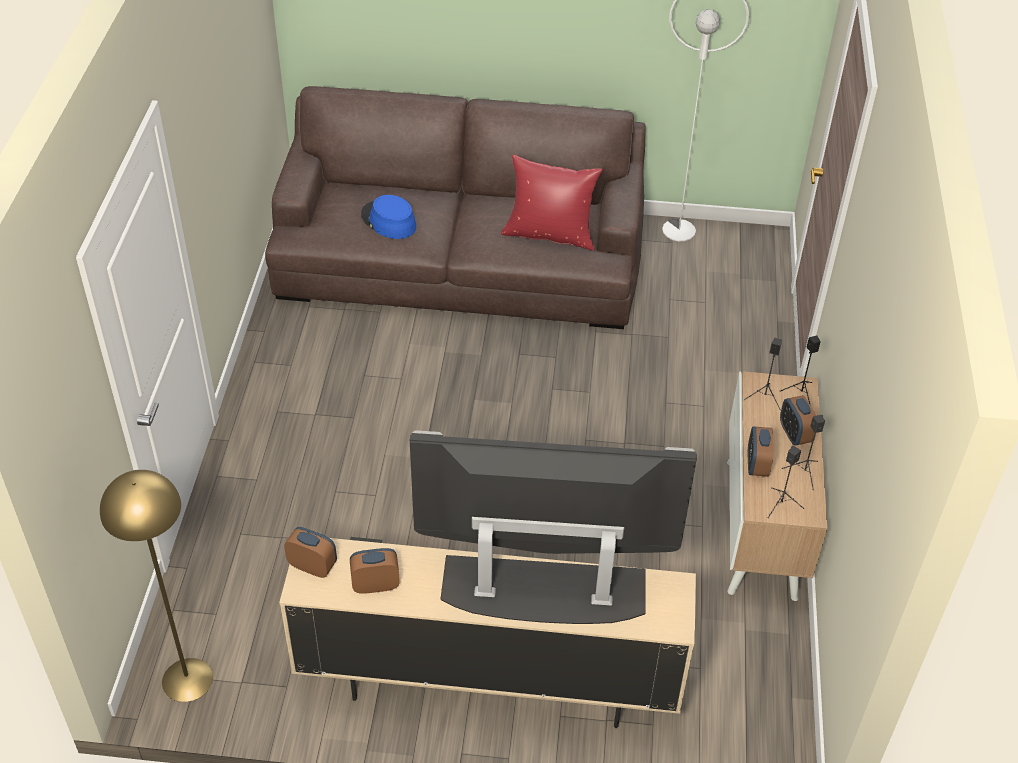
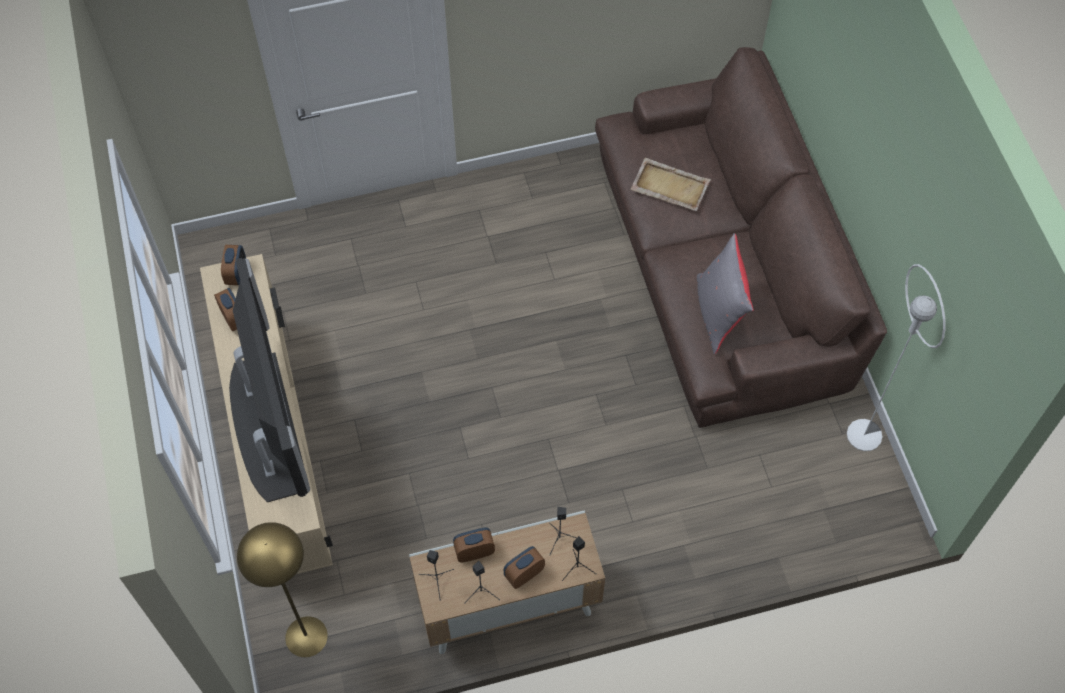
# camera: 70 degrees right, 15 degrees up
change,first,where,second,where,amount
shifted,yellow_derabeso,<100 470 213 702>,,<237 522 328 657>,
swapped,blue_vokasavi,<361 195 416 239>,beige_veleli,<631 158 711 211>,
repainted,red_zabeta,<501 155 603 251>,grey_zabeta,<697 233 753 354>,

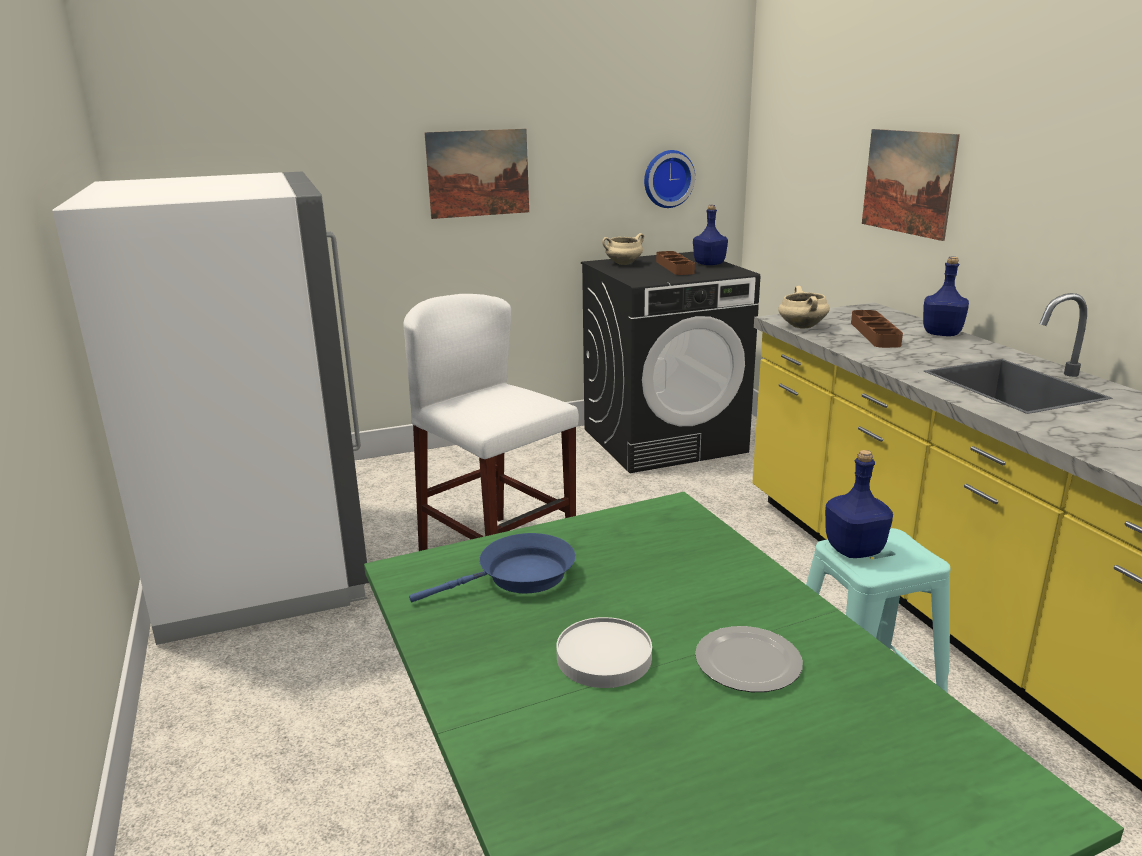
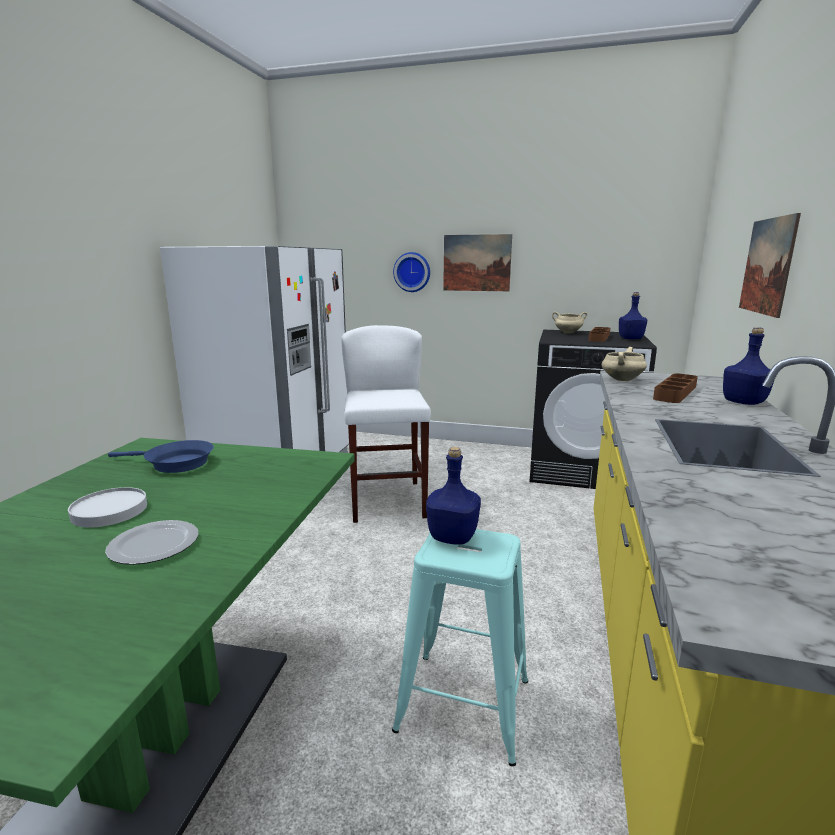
# camera: 35 degrees right, 5 degrees down
change,first,where,second,where,amount
shifted,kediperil,<644 150 695 208>,,<393 252 430 292>,

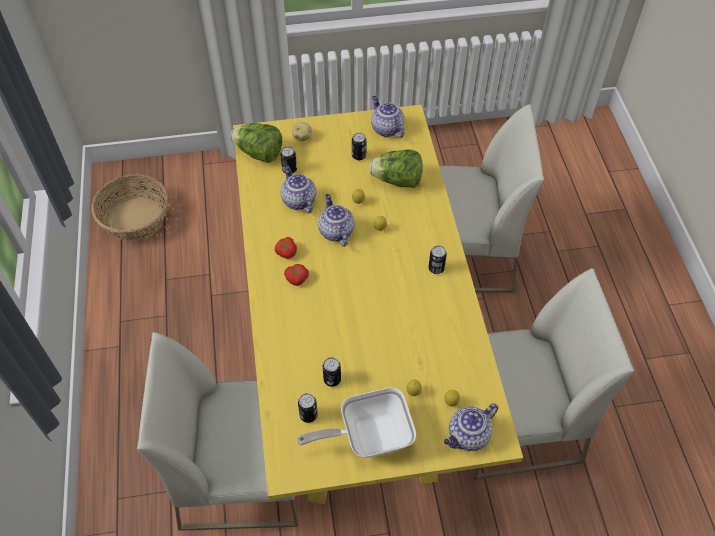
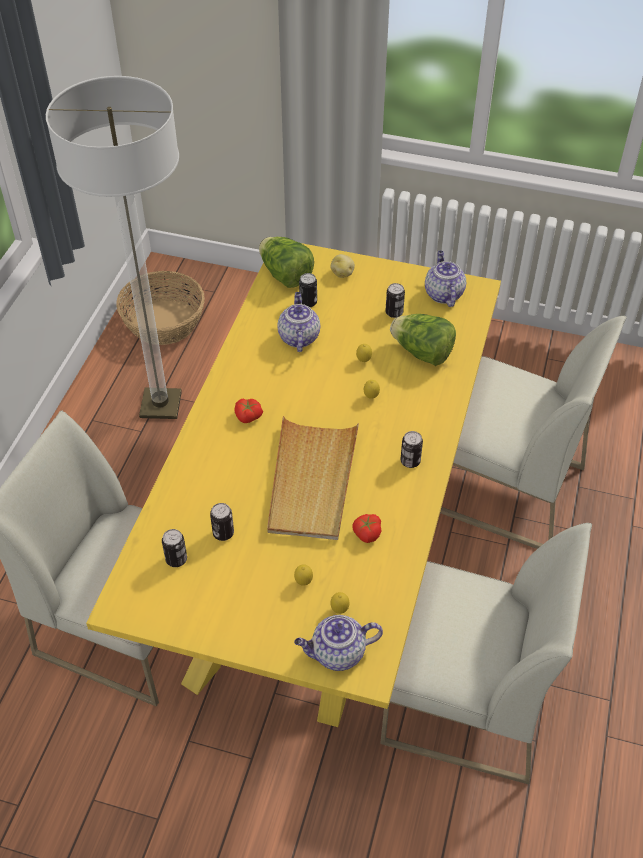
# camera: 25 degrees right, 5 degrees down
change,first,where,second,where,amount
new,,,derabeso,<46 76 182 419>,
new,,,beige_veleli,<267 416 359 540>,
shifted,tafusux,<275 237 297 259>,,<352 514 381 543>,
gone,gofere,<297 387 416 458>,,,
gone,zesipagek,<318 194 355 247>,,,

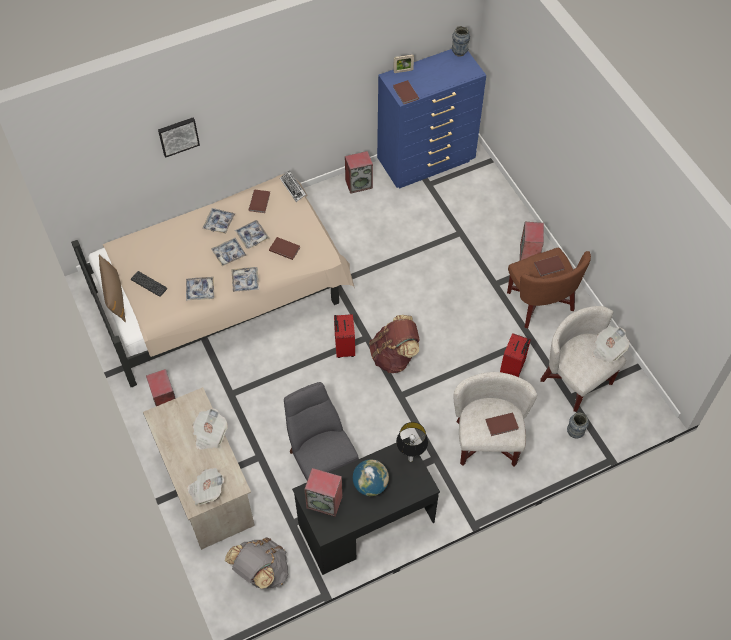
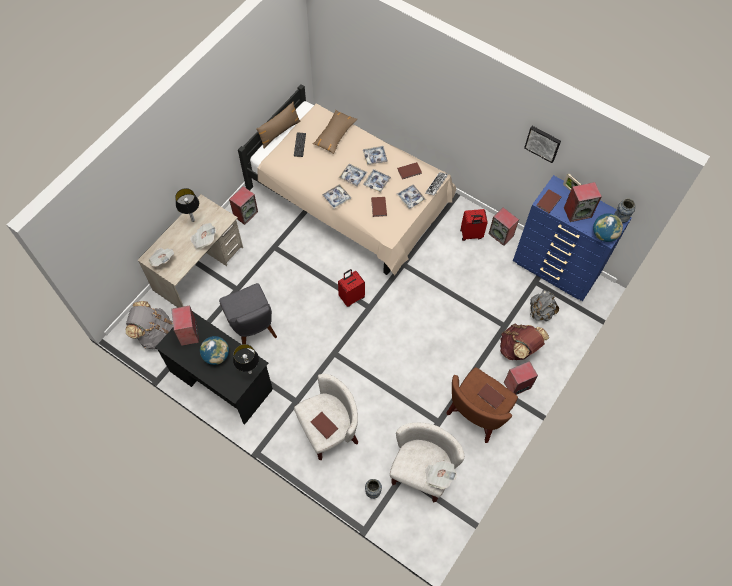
# camera: 60 degrees right, 5 degrees up
change,first,where,second,where,amount
new,,,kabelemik,<175 188 199 222>,
rotated,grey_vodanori,<284 382 359 480>,,<219 283 277 344>,120 degrees clockwise
new,,,brown_zabeta,<313 110 357 154>,
shifted,veleli,<186 277 214 301>,,<397 185 426 209>,
shifted,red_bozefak,<500 333 531 377>,,<460 209 488 241>,
shifted,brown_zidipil,<369 315 420 373>,,<500 324 549 360>,
shifted,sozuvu,<158 117 200 158>,,<524 126 561 163>,
new,,,grey_zidipil,<530 290 559 321>,
new,,,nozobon,<564 182 602 222>,
new,,,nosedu,<593 213 623 242>,

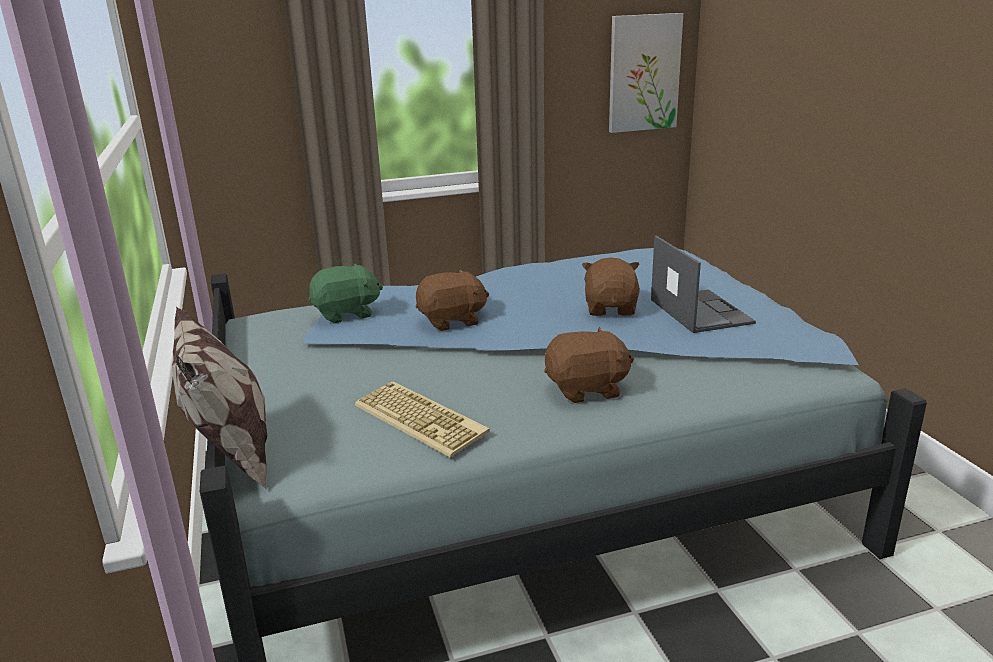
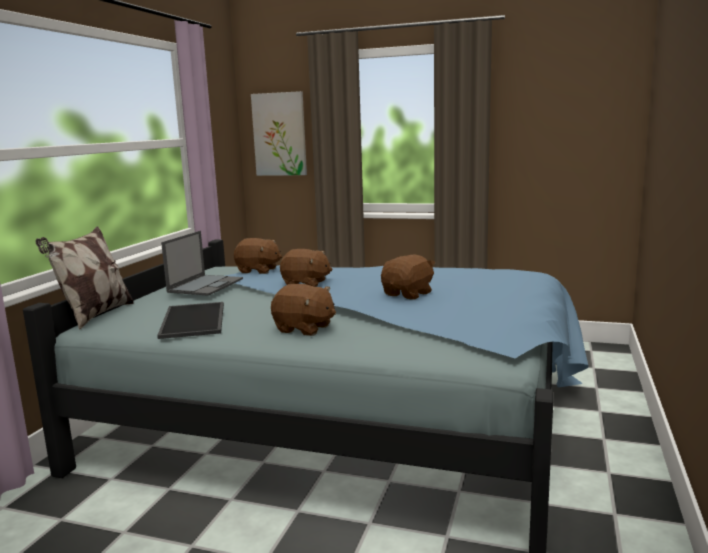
# camera: 35 degrees right, 10 degrees down
change,first,where,second,where,amount
swapped,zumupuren,<355 381 490 457>,veleli,<157 302 224 339>,
shifted,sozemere,<651 235 756 333>,,<161 231 243 296>,
repainted,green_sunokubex,<309 263 383 323>,brown_sunokubex,<234 238 282 274>,
shifted,sozuvu,<609 13 683 133>,,<251 91 307 176>,

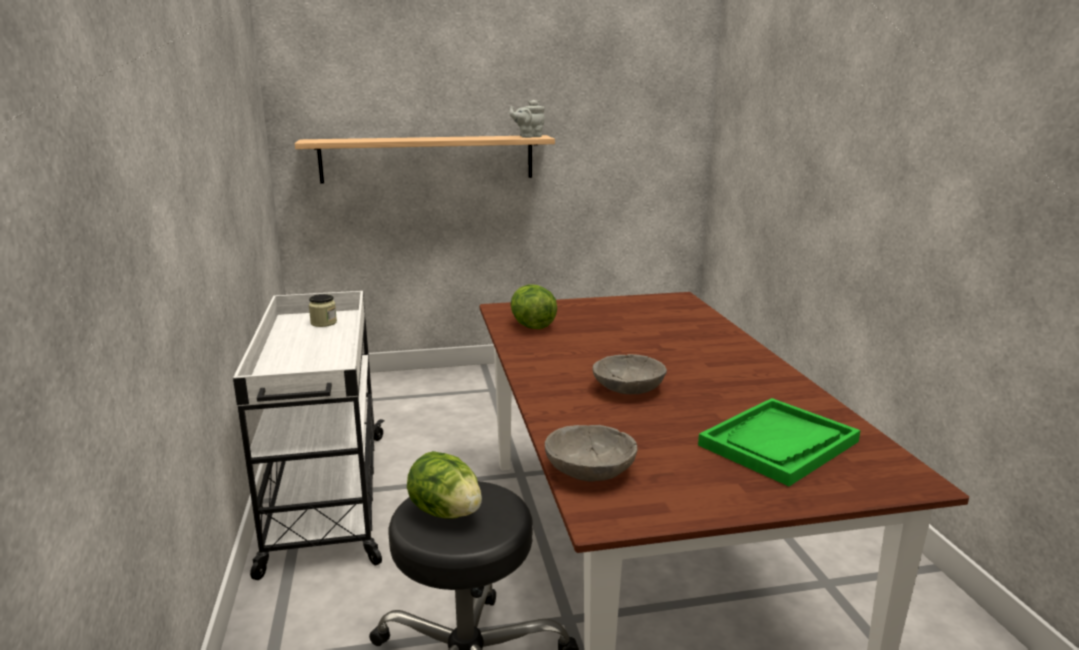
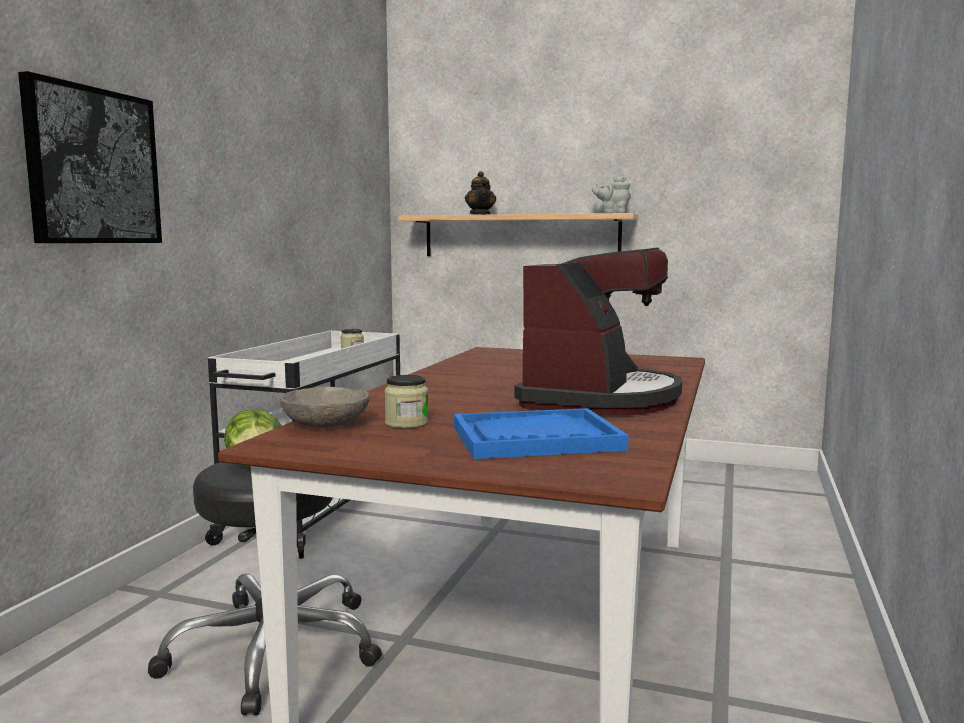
# camera: 30 degrees right, 10 degrees down
change,first,where,second,where,amount
new,,,sozuvu,<18 71 162 243>,
new,,,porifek,<384 375 428 428>,
repainted,green_veleli,<698 398 861 486>,blue_veleli,<454 408 629 459>,
new,,,zesipagek,<465 171 496 215>,
new,,,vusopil,<514 248 682 416>,
gone,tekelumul,<510 284 557 329>,,,
gone,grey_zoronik,<592 354 667 394>,,,

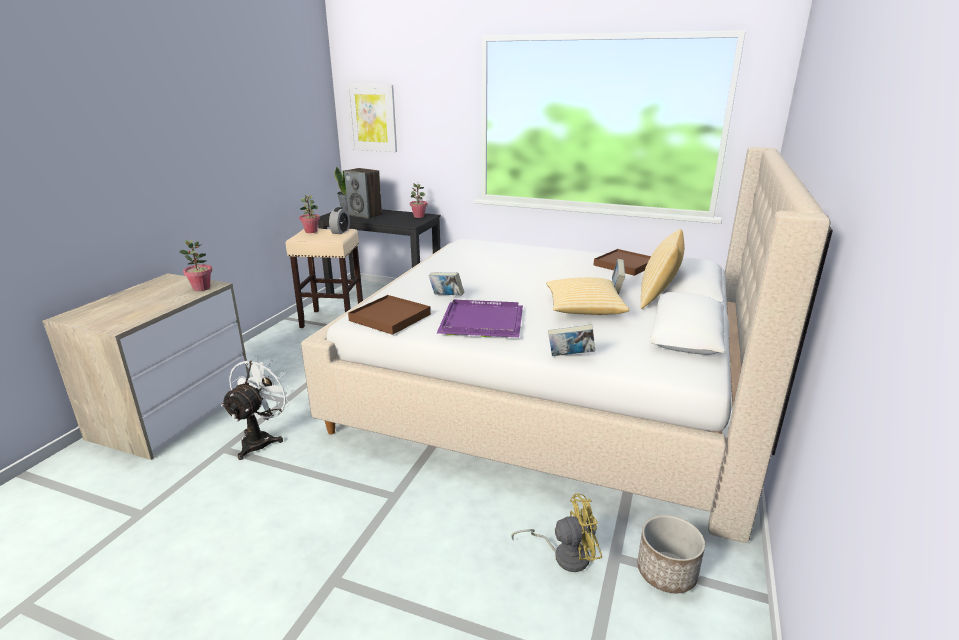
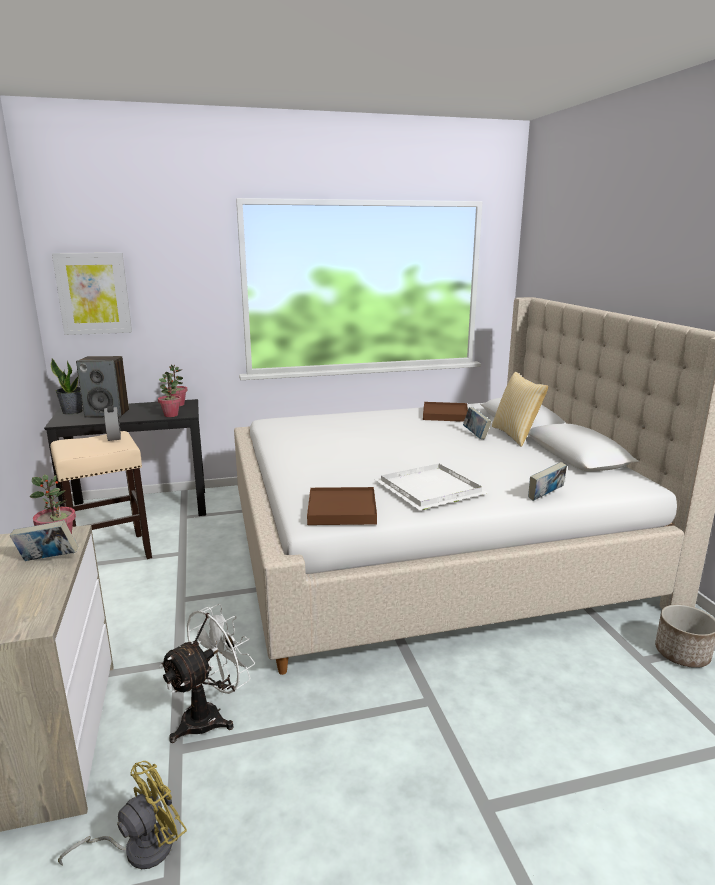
# camera: 35 degrees left, 5 degrees down
change,first,where,second,where,amount
shifted,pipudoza,<428 272 464 296>,,<10 520 78 561>,
shifted,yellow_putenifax,<511 493 602 572>,,<58 761 187 869>,
shifted,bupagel,<299 195 320 233>,,<158 373 181 417>,
rotated,white_putenifax,<221 355 293 460>,,<159 604 255 743>,60 degrees clockwise
repainted,purple_veleli,<437 300 523 338>,white_veleli,<375 463 489 510>,
gone,zabeta,<546 277 629 315>,,,

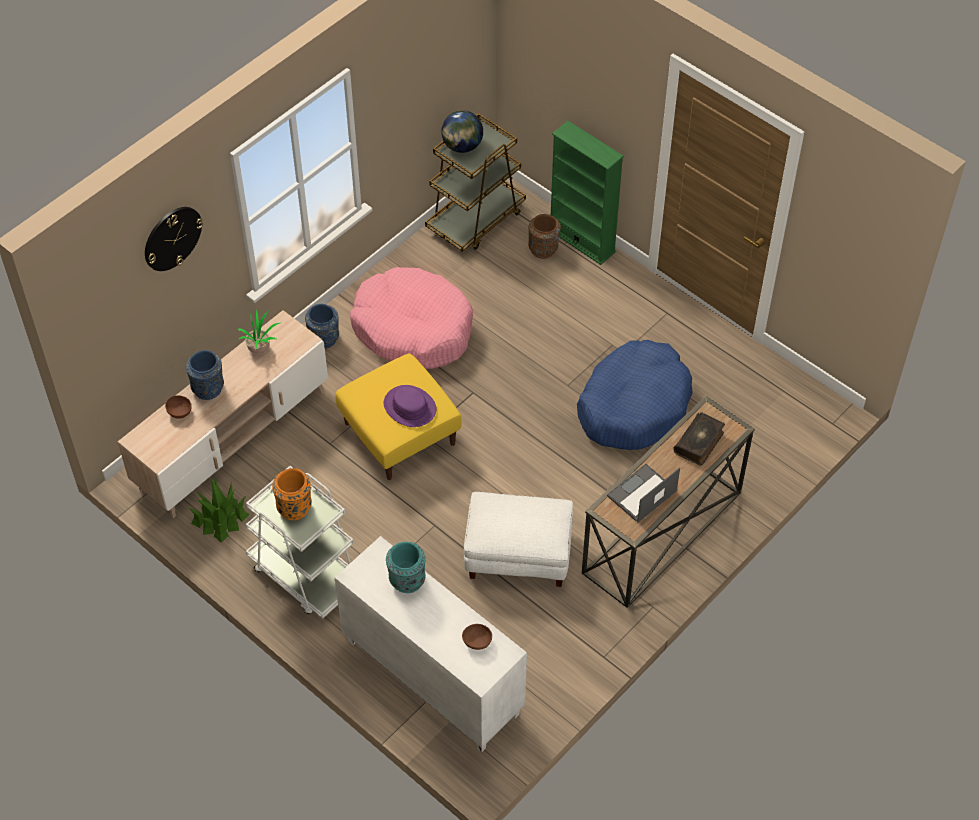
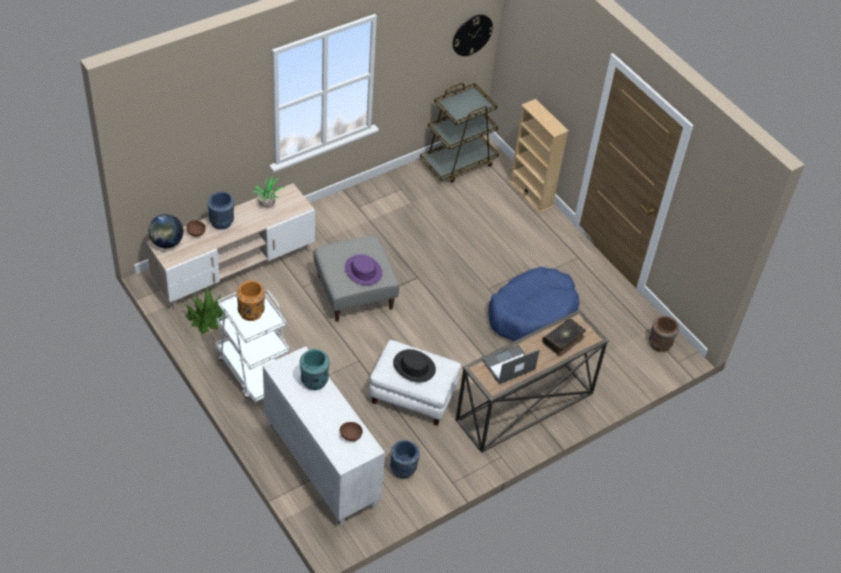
# camera: 10 degrees right, 5 degrees down
change,first,where,second,where,amount
shifted,nosedu,<441 110 483 153>,,<149 214 183 248>,
repainted,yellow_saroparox,<335 354 461 480>,grey_saroparox,<313 235 399 322>,
shifted,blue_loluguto,<305 304 339 349>,,<390 440 420 478>,
new,,,black_vokasavi,<393 349 436 383>,
shifted,kediperil,<145 207 203 271>,,<453 15 493 56>,
repainted,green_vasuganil,<551 121 624 265>,beige_vasuganil,<509 99 569 214>,
shifted,brown_loluguto,<528 214 561 259>,,<649 316 679 352>,
gone,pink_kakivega,<350 267 473 369>,,,

